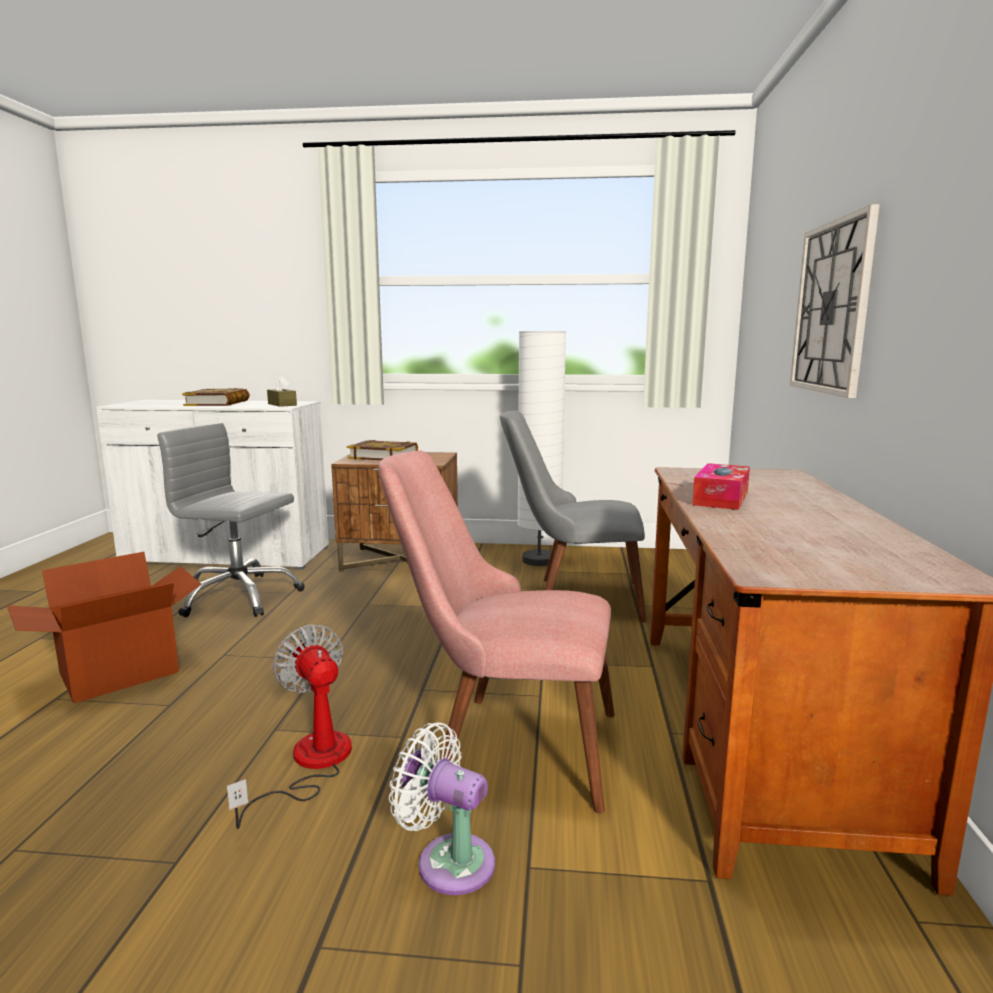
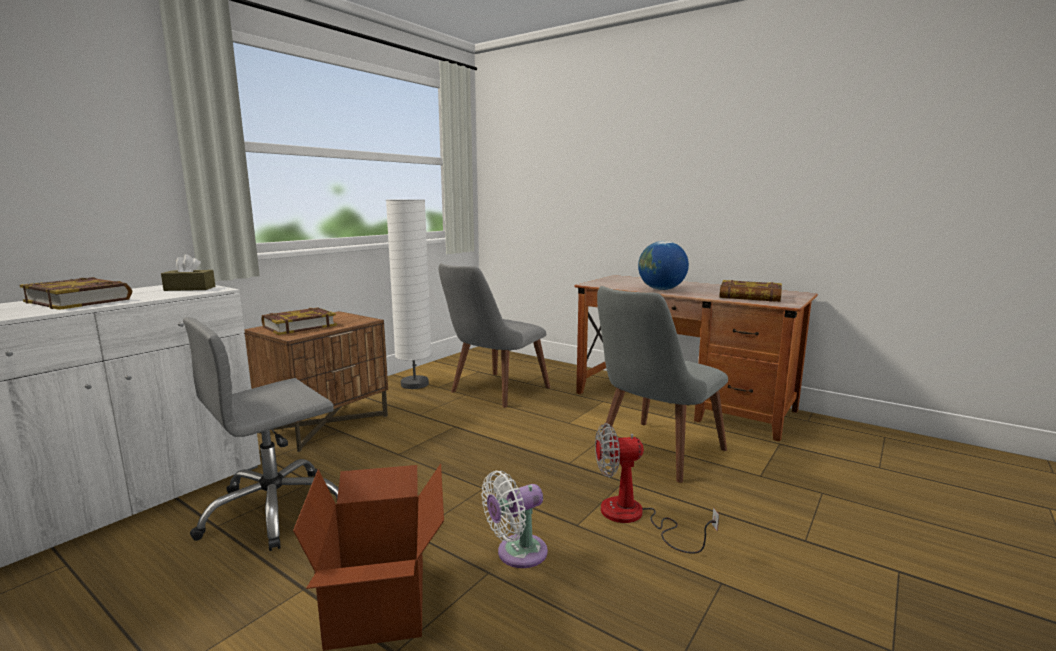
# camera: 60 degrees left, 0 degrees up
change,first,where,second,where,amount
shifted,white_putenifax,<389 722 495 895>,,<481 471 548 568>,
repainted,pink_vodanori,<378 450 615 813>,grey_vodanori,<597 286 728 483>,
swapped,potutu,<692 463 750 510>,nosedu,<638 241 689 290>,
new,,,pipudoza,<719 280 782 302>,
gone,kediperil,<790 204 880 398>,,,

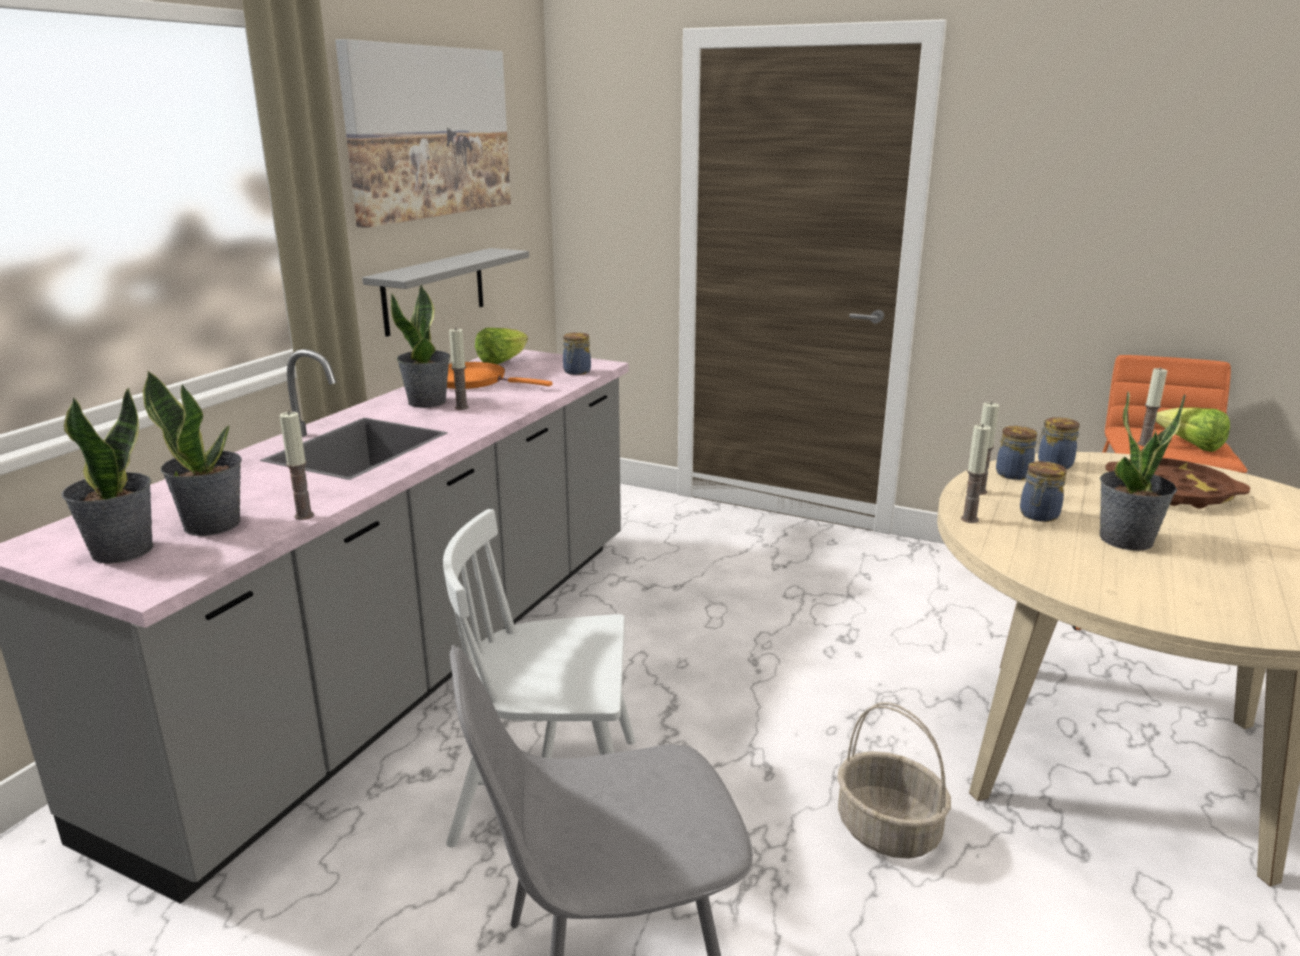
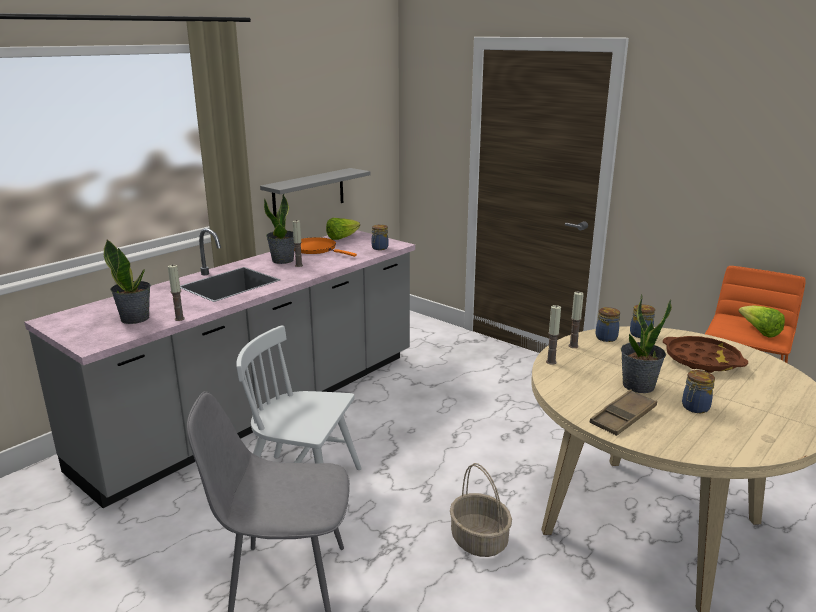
# camera: 15 degrees right, 0 degrees up
change,first,where,second,where,amount
new,,,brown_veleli,<590 389 657 436>,
shifted,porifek,<1020 461 1067 522>,,<682 370 715 413>,
gone,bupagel,<62 388 154 564>,,,
gone,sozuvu,<335 39 511 228>,,,
gone,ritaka,<1137 367 1167 446>,,,

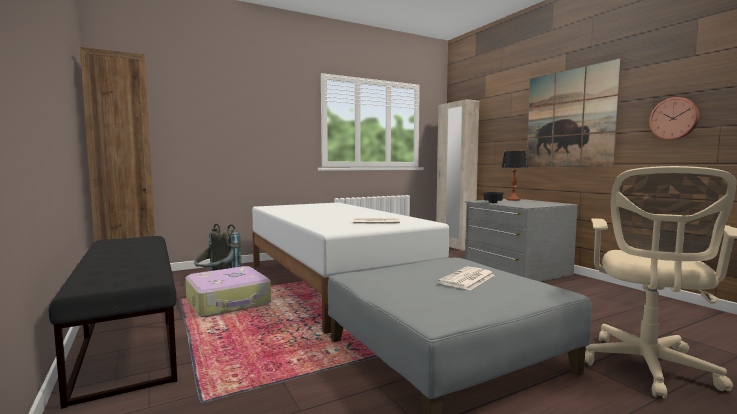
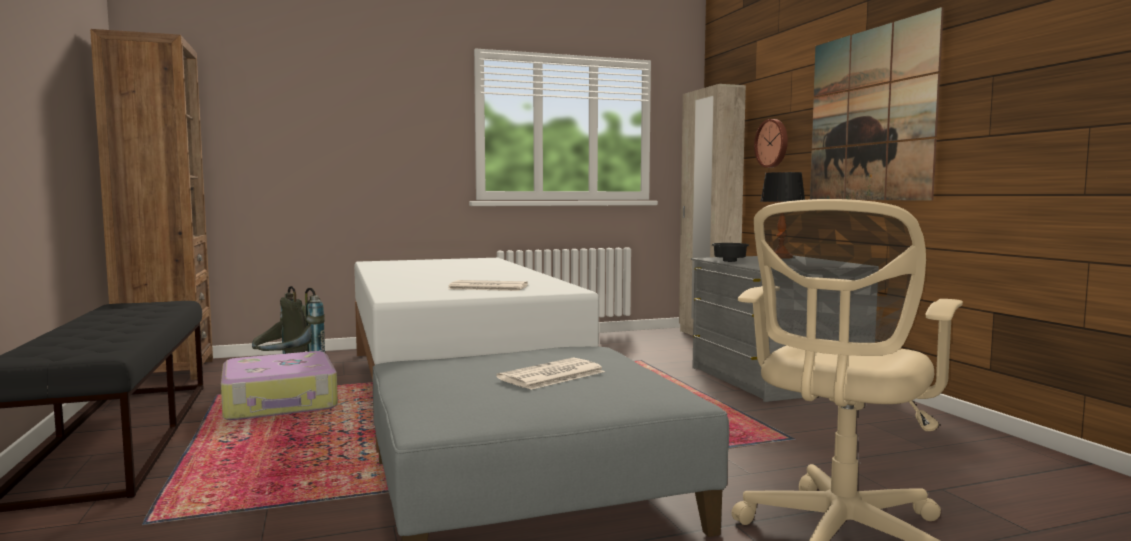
# camera: 10 degrees right, 0 degrees up
change,first,where,second,where,amount
shifted,kediperil,<649 97 699 140>,,<754 119 788 168>,

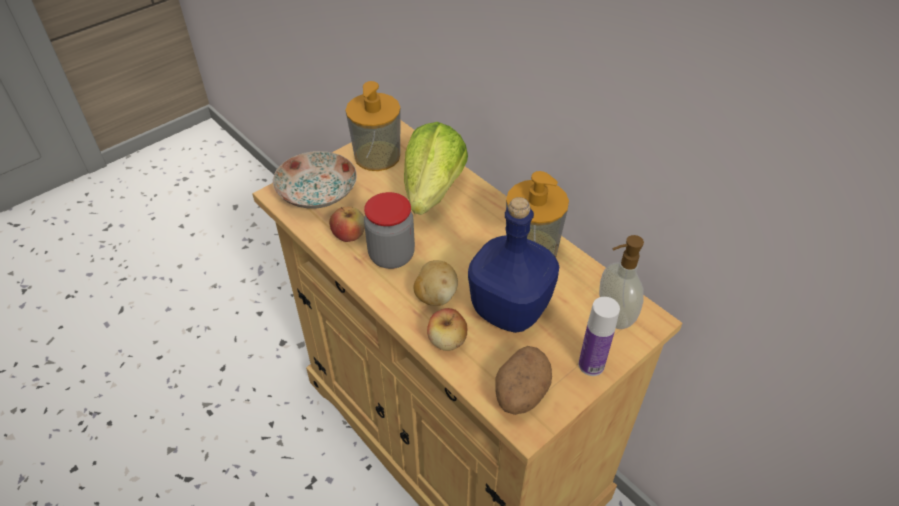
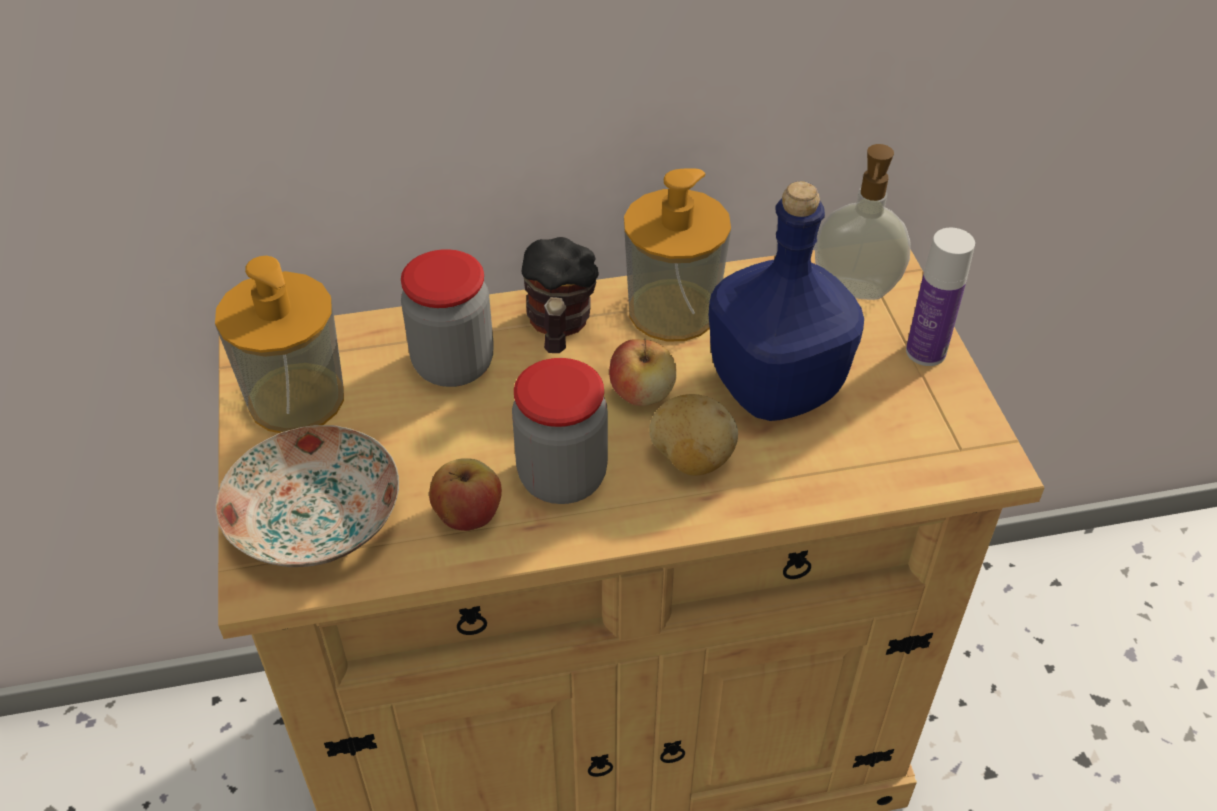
# camera: 60 degrees left, 0 degrees up
change,first,where,second,where,amount
swapped,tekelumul,<404 122 468 215>,porifek,<401 249 494 387>,
new,,,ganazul,<522 237 599 353>,
shifted,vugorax,<427 308 467 351>,,<609 338 677 406>,
gone,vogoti,<495 346 552 415>,,,

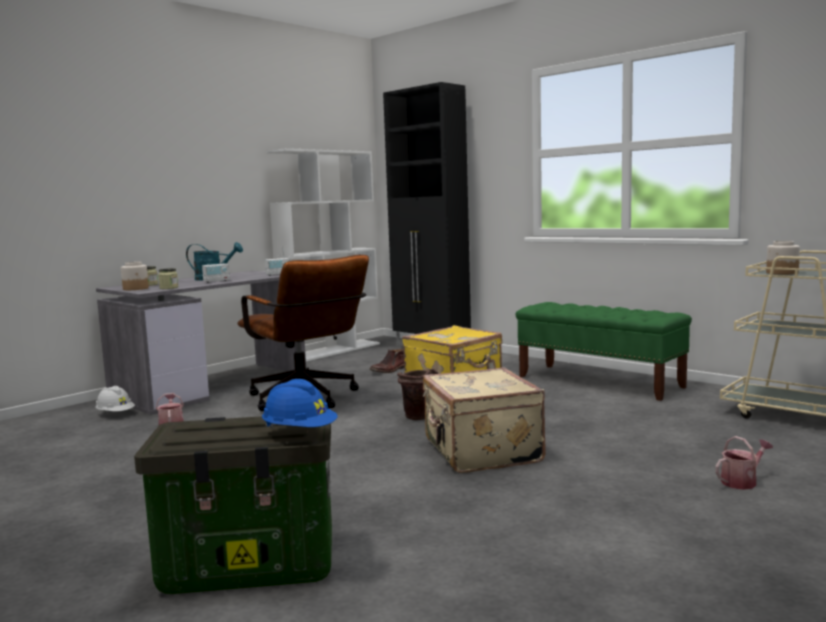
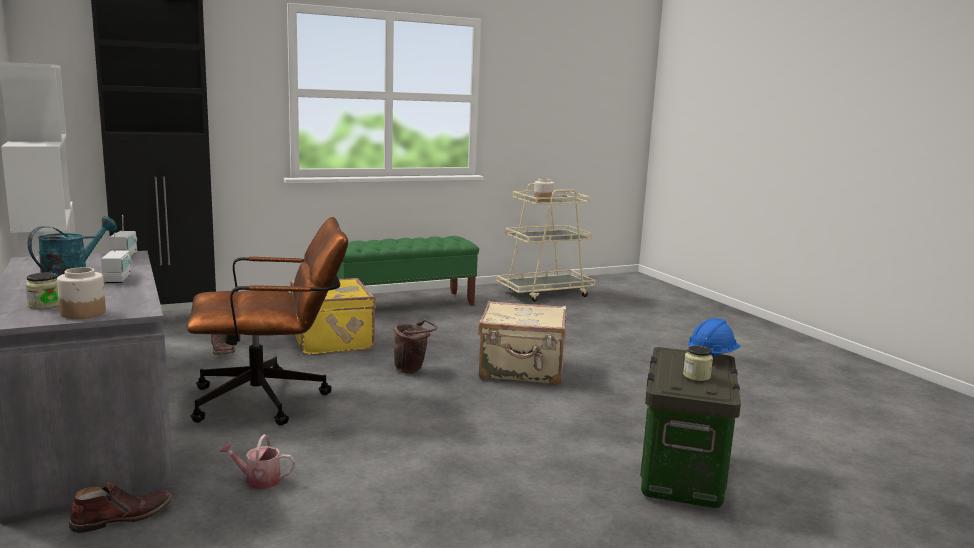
# camera: 70 degrees left, 5 degrees up
change,first,where,second,where,amount
swapped,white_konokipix,<95 386 135 412>,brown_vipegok,<69 482 173 533>,
shifted,porifek,<158 268 178 289>,,<683 345 713 381>,
gone,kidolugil,<715 436 773 490>,,,

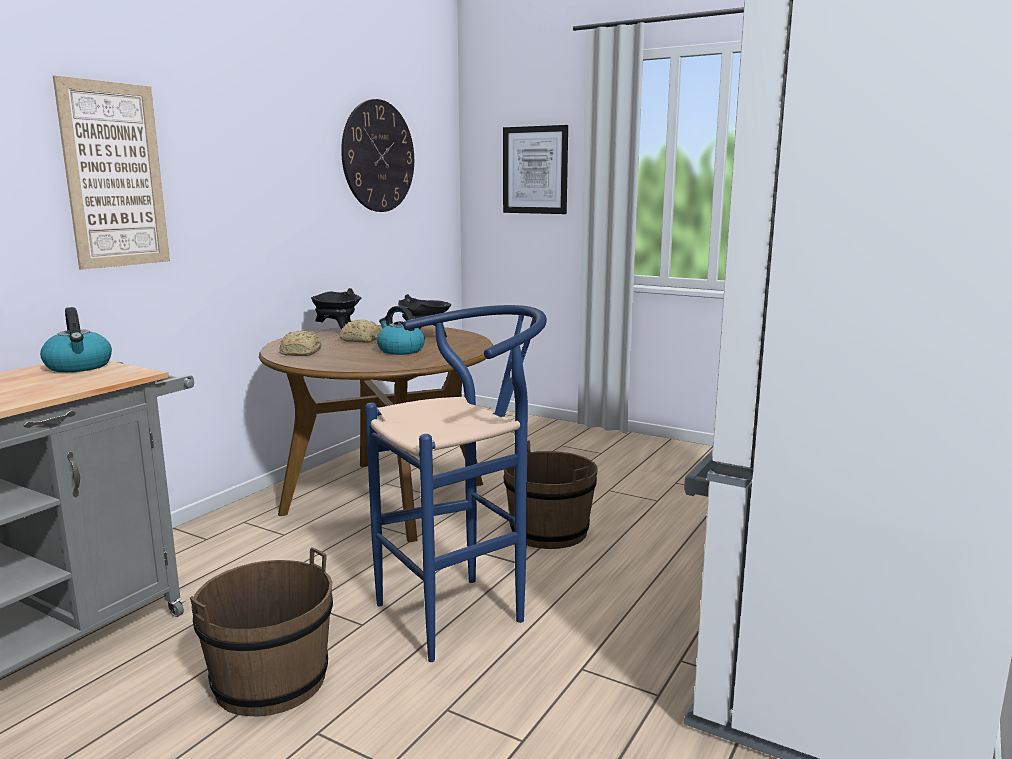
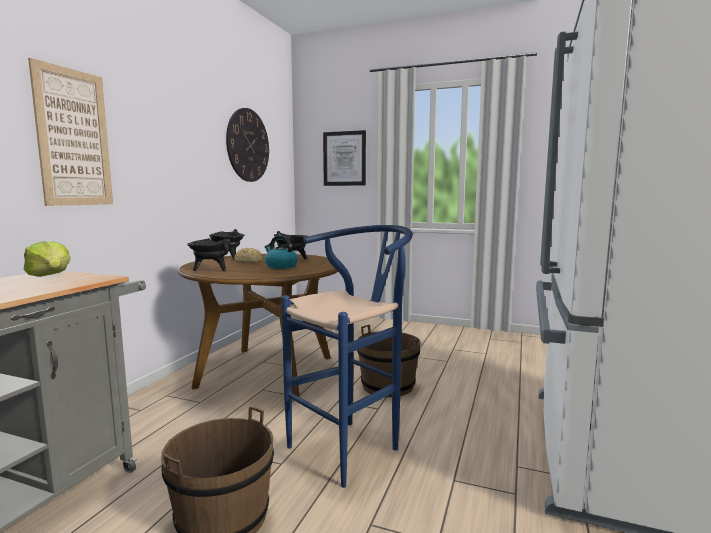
# camera: 10 degrees left, 5 degrees down
change,first,where,second,where,amount
swapped,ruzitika,<40 307 112 372>,tekelumul,<24 241 71 277>,
swapped,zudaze,<279 330 322 356>,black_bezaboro,<187 238 230 271>,

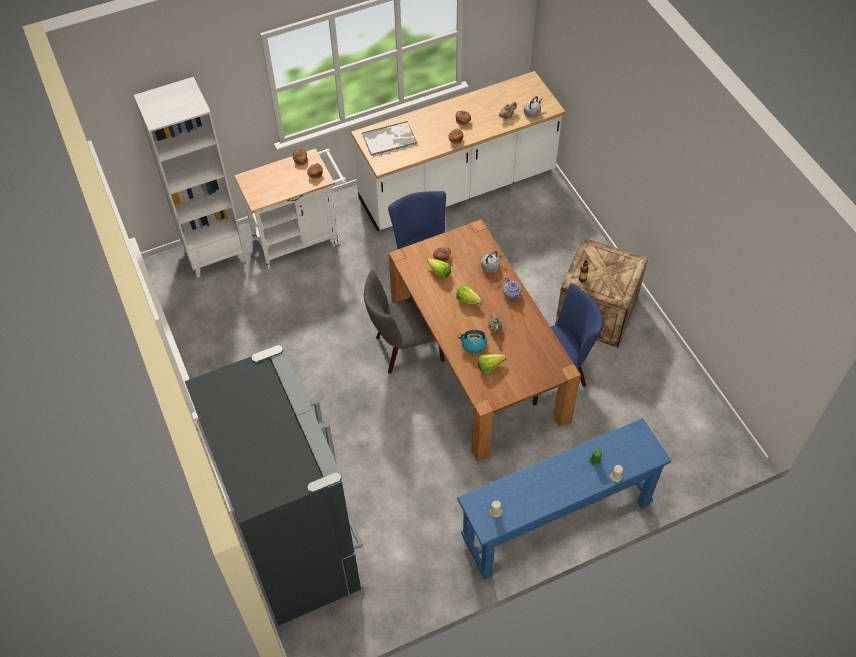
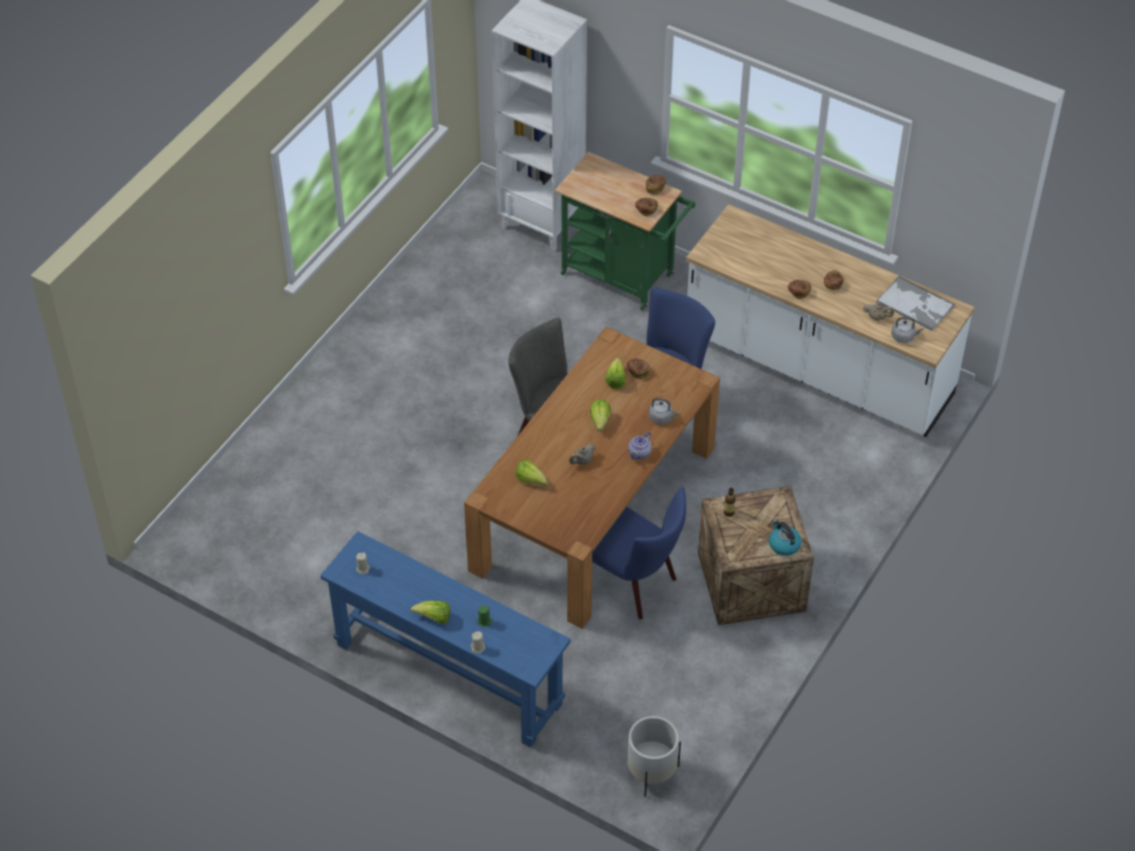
# camera: 55 degrees right, 5 degrees down
change,first,where,second,where,amount
new,,,tekelumul,<411 601 450 624>,
repainted,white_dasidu,<234 148 346 269>,green_dasidu,<555 152 696 310>,
new,,,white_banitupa,<627 716 681 797>,
shifted,ruzitika,<458 330 487 353>,,<769 519 801 556>,
shifted,veleli,<362 121 418 156>,,<876 276 955 331>,
gone,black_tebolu,<185 345 364 626>,,,

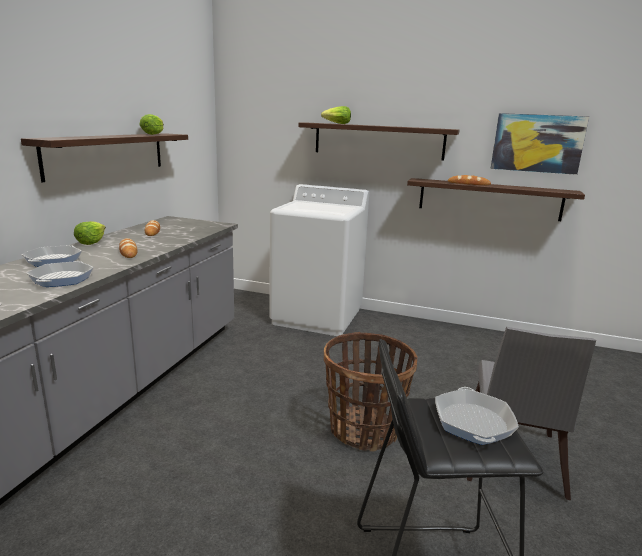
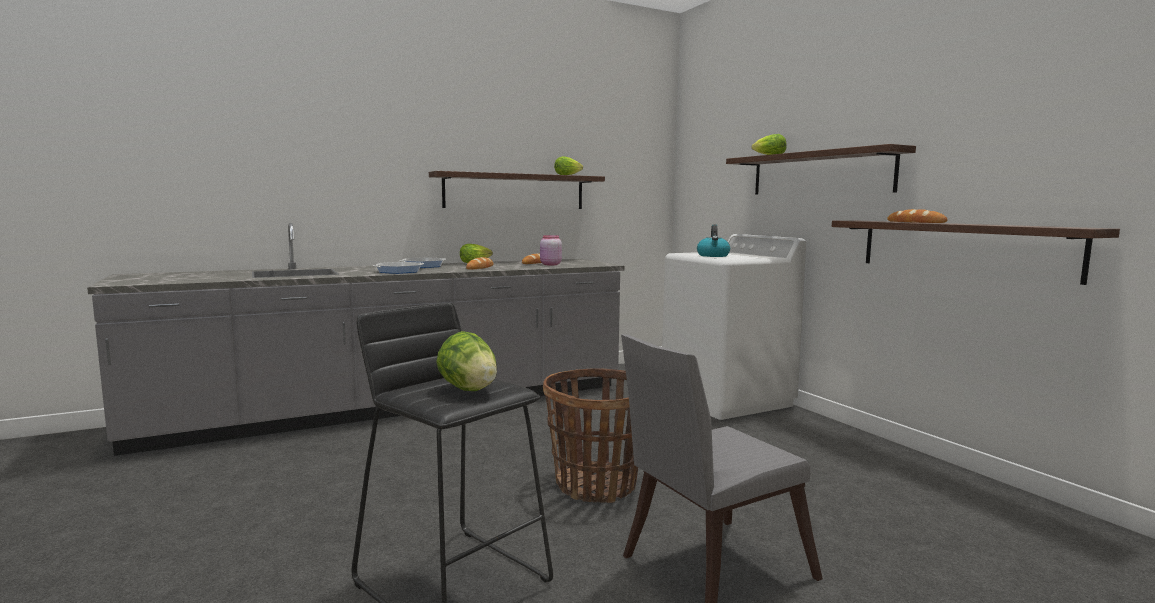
# camera: 45 degrees right, 10 degrees down
change,first,where,second,where,amount
swapped,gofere,<435 387 519 445>,tekelumul,<436 331 497 391>,
new,,,pink_porifek,<540 235 562 265>,
new,,,ruzitika,<697 224 730 257>,
gone,sozuvu,<491 113 589 175>,,,

